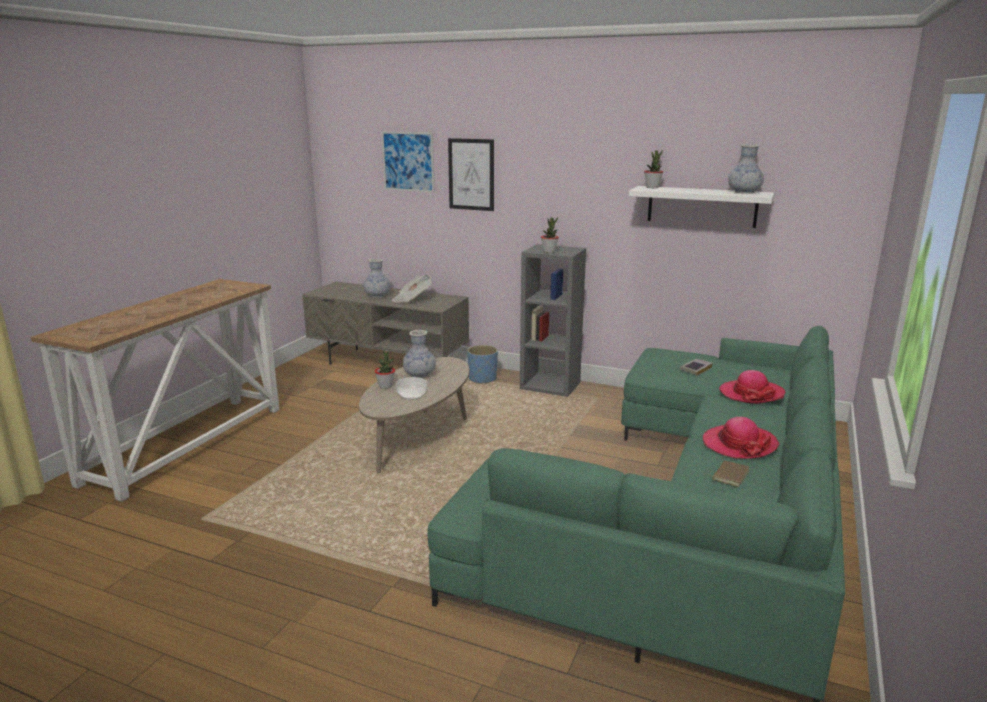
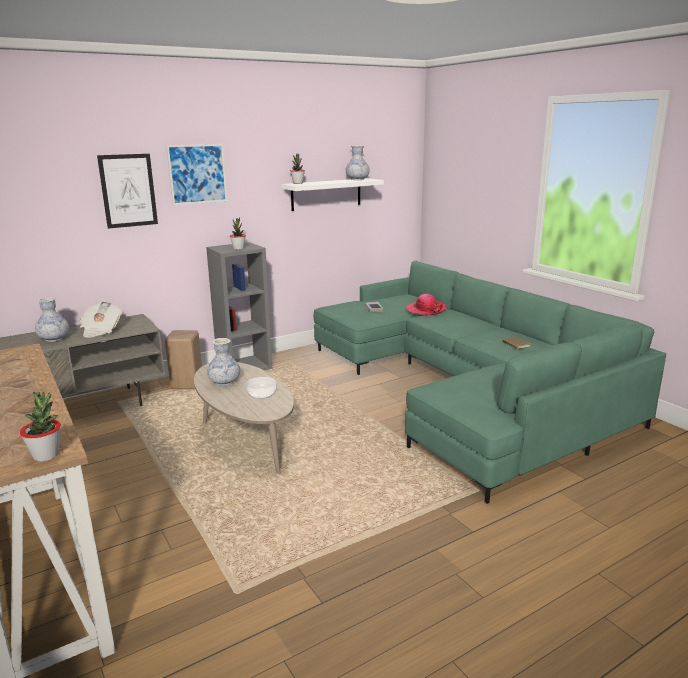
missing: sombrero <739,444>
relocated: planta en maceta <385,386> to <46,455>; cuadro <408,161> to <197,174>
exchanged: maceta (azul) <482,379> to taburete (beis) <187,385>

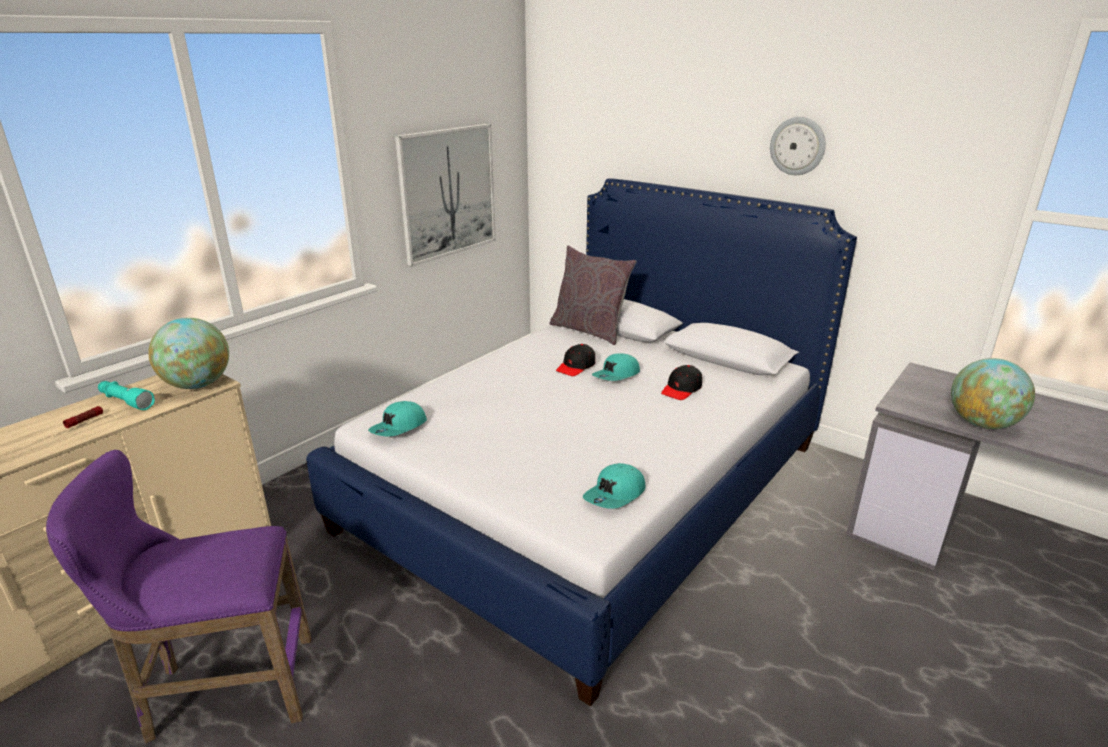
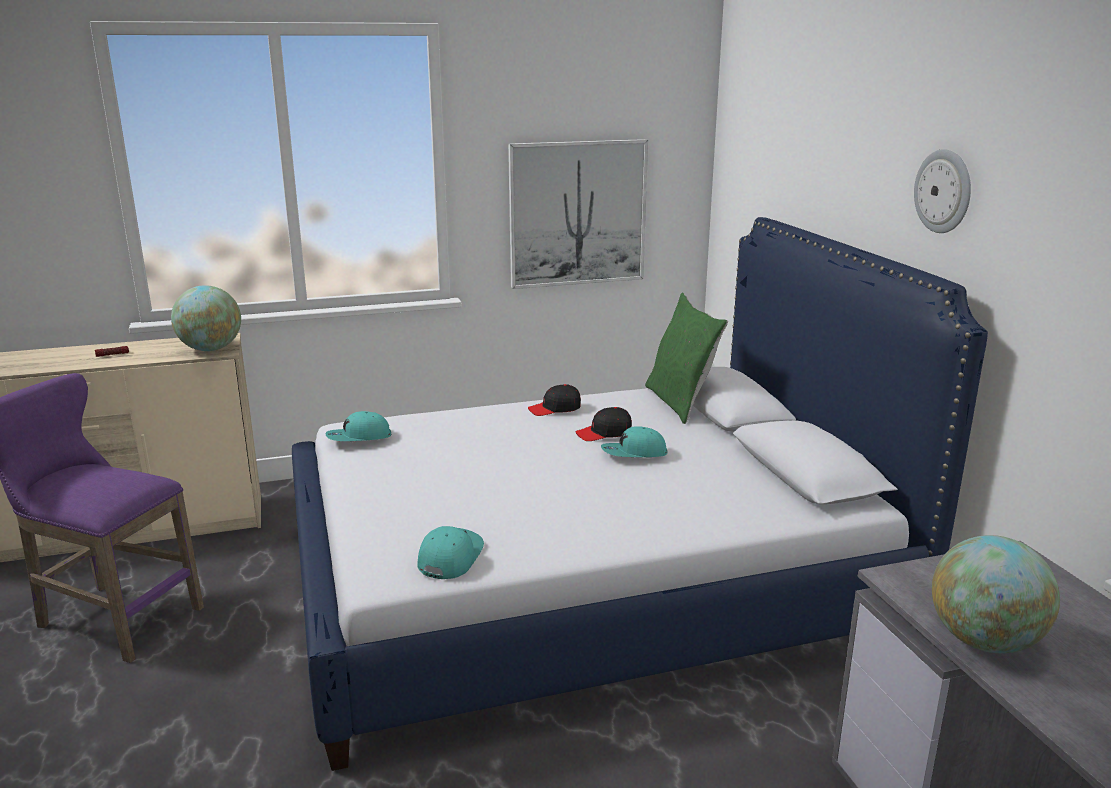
missing: linterna (turquesa) <126,401>
relocated: gorra (negro) <681,389> to <555,409>
colour: cojín (gris) <589,330> to cojín (verde) <681,402>
spun: gorra (turquesa) <615,495> = <449,557> 120 degrees clockwise

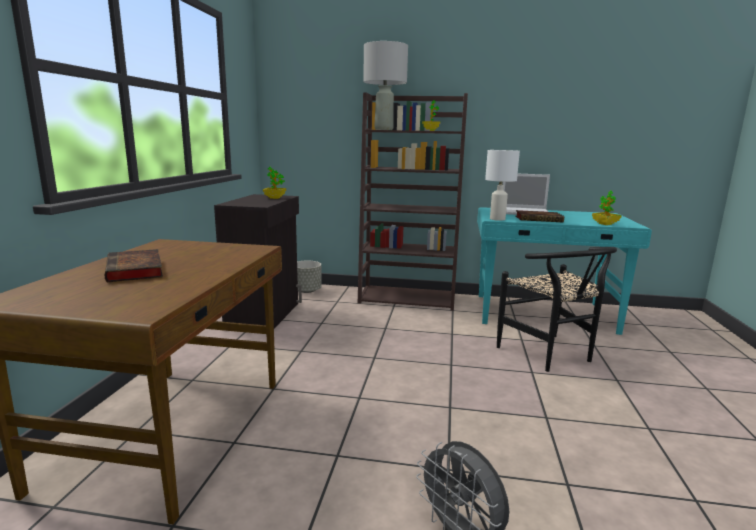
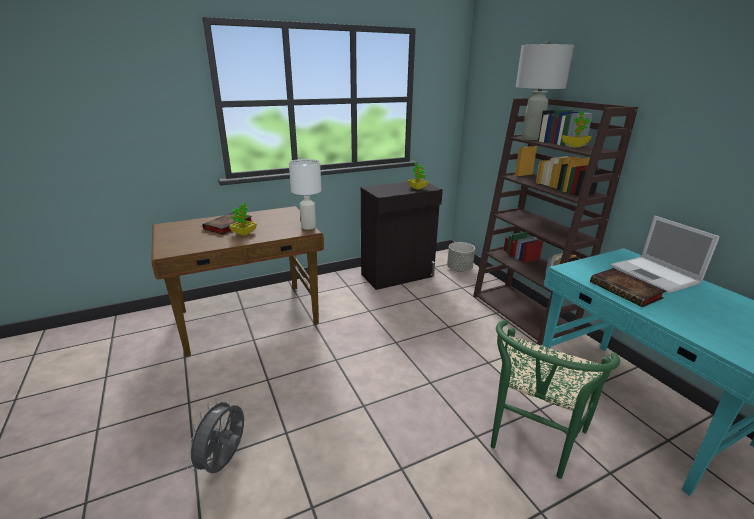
relocated: lámpara de mesa (blanco) <498,219> to <309,227>; planta en maceta <605,224> to <244,233>
colour: silla (negro) <551,355> to silla (verde) <530,441>

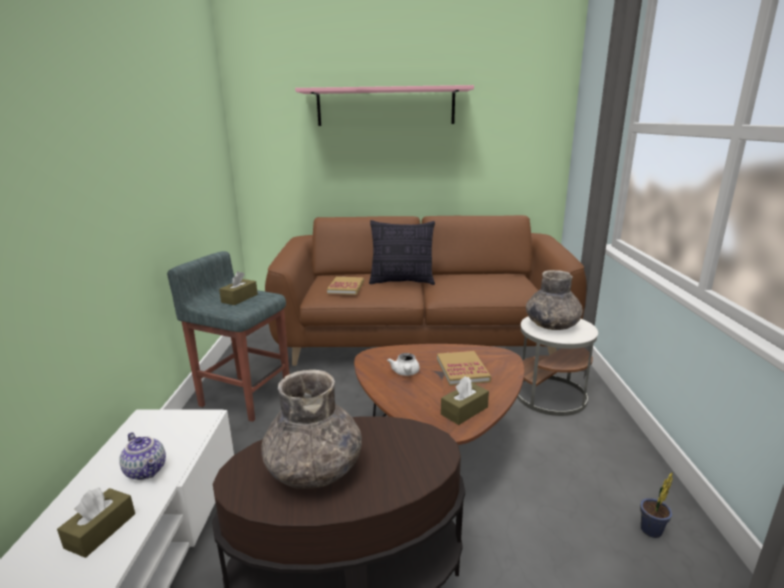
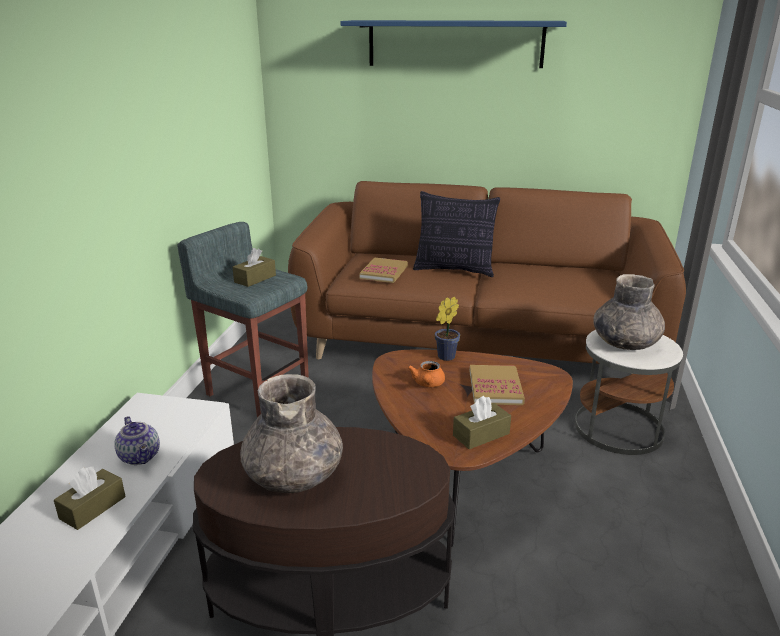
relocated: planta en maceta <650,532> to <444,357>
colour: estante (rosa) <385,107> to estante (azul) <455,44>; tetera (blanco) <405,373> to tetera (naranja) <427,384>

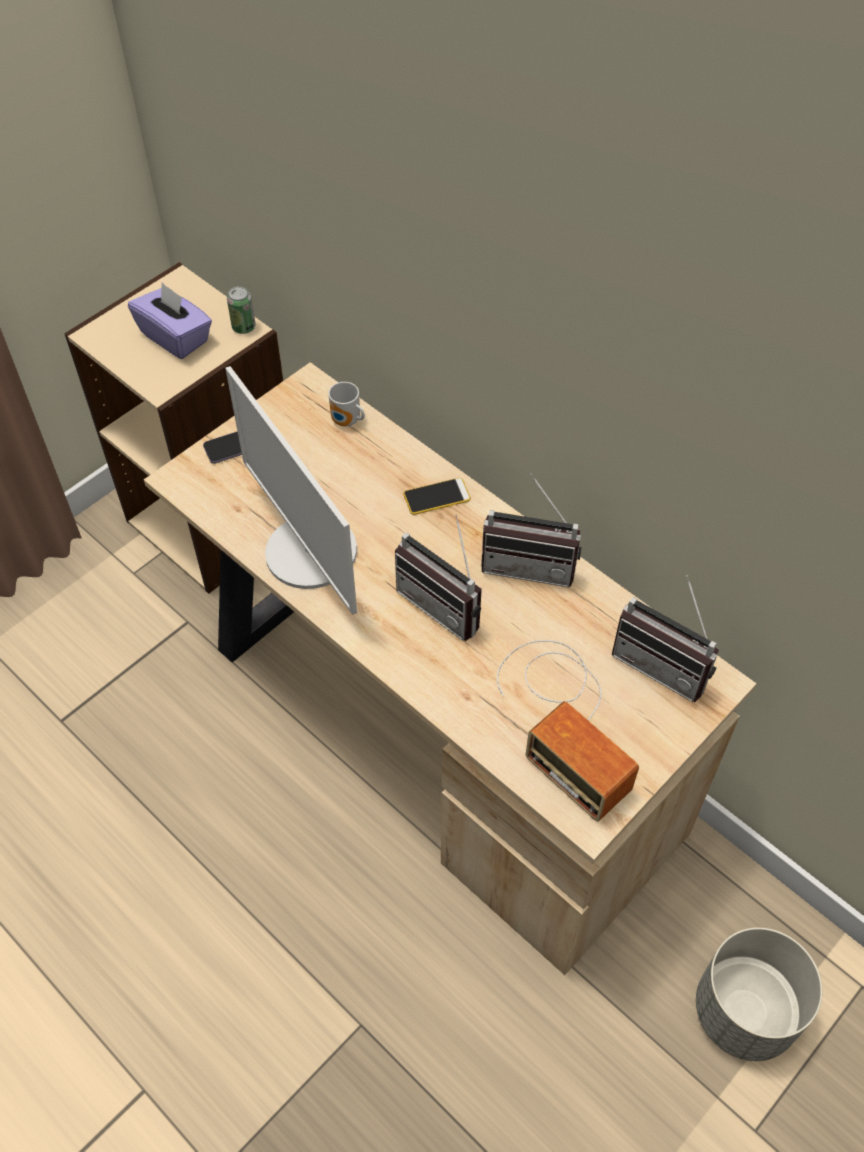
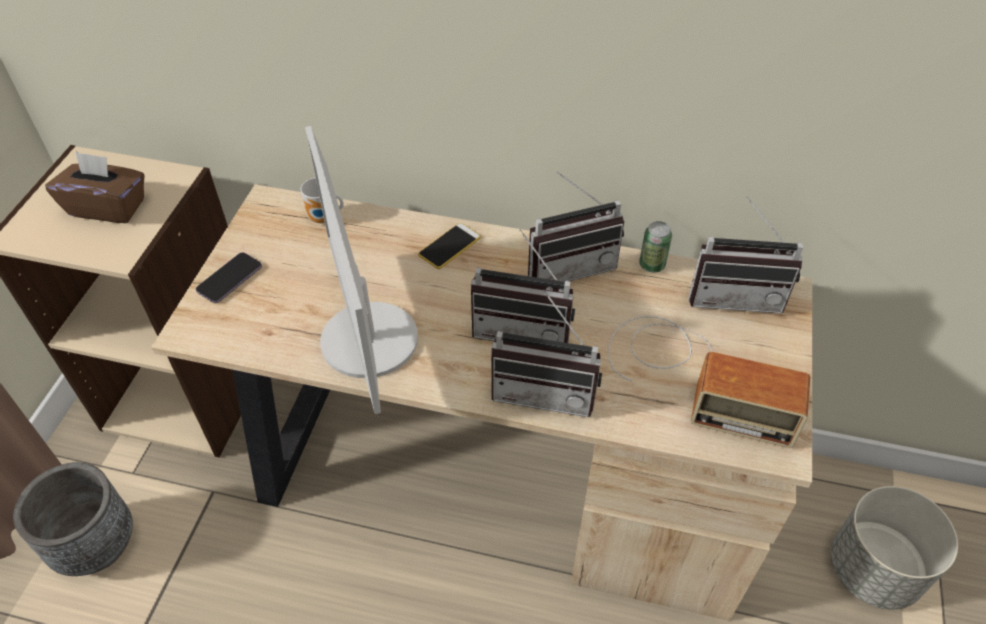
appeared: maceta (gris) <96,545>; radio <545,391>
relocated: lata <243,327> to <652,265>
colour: caja de pañuelos (morado) <175,337> to caja de pañuelos (marrón) <108,207>
spun: monitor <310,553> = <368,341> 45 degrees clockwise

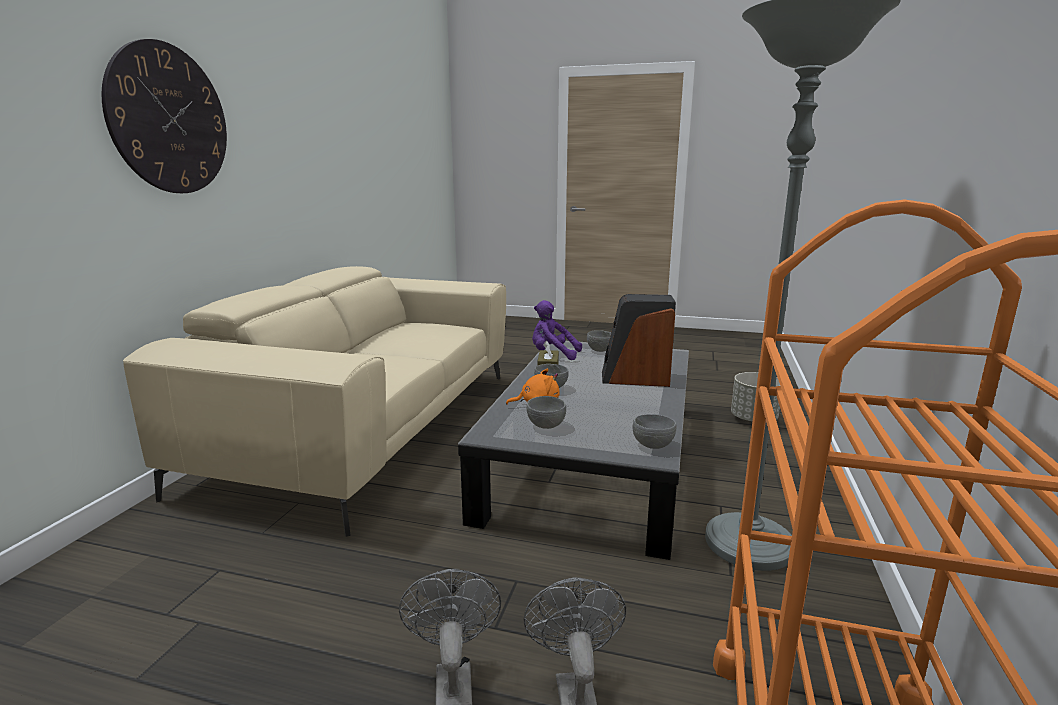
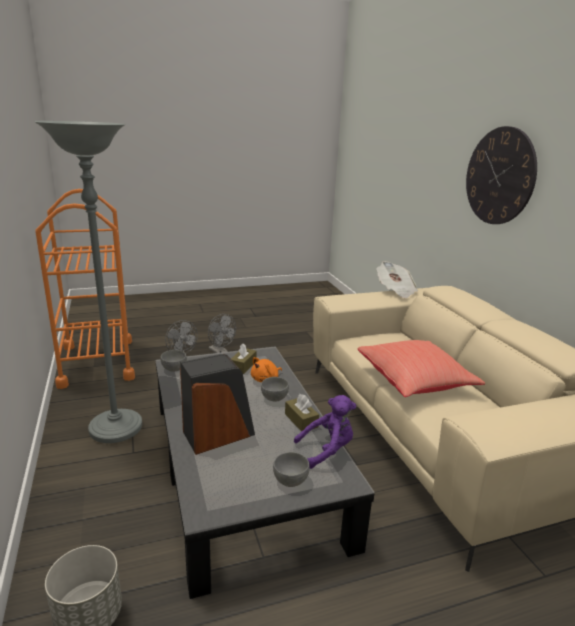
appeared: cojín (rojo) <415,382>; periódico <395,290>
exchanged: cuenco (gris) <546,426> to caja de pañuelos (marrón) <243,366>

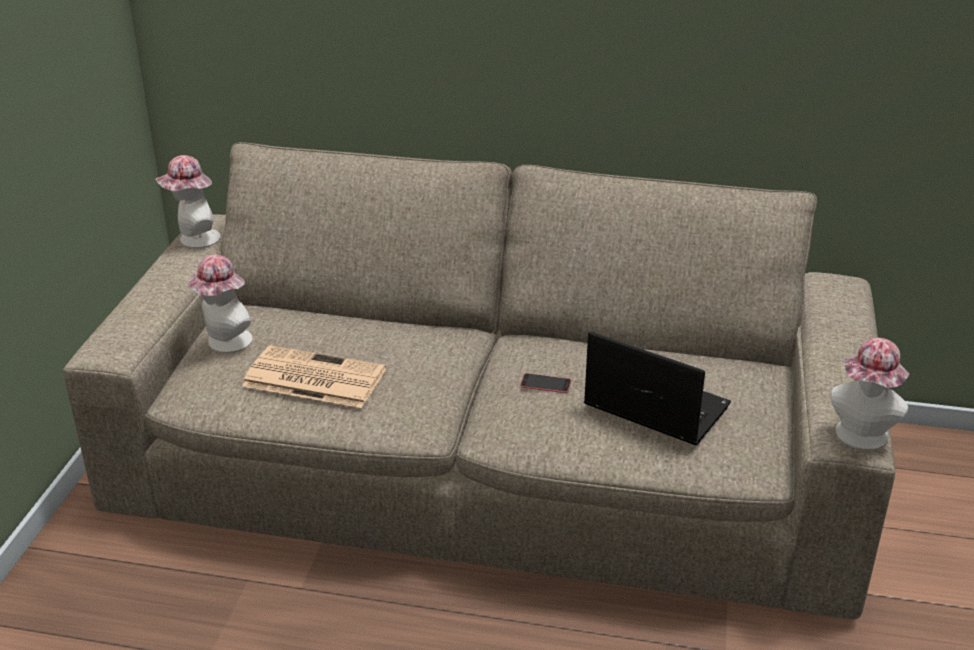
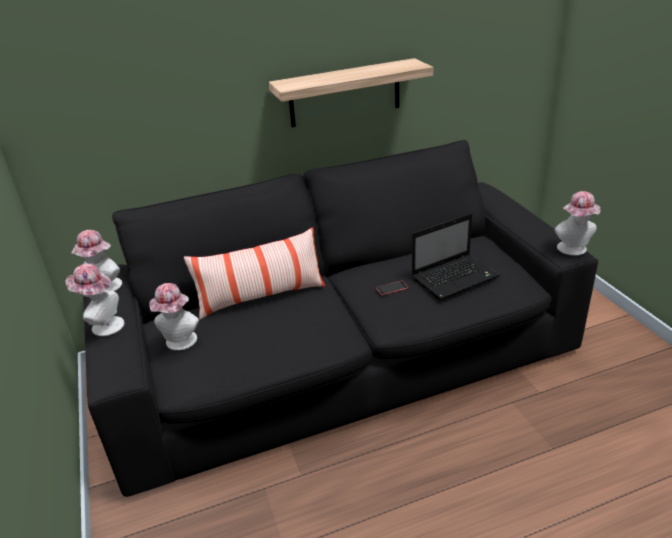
missing: periódico <312,378>
appeared: sombrero <103,326>; cojín <261,297>; estante <345,93>
colour: sofá (beis) <487,472> to sofá (negro) <342,360>
spun: portátil <653,406> = <456,277> 150 degrees clockwise

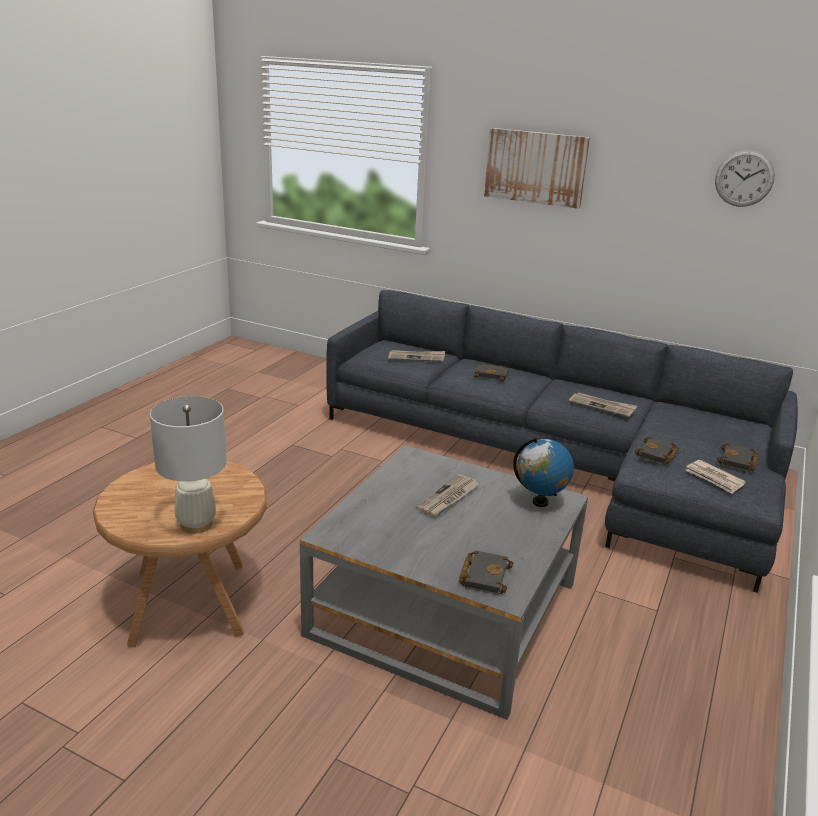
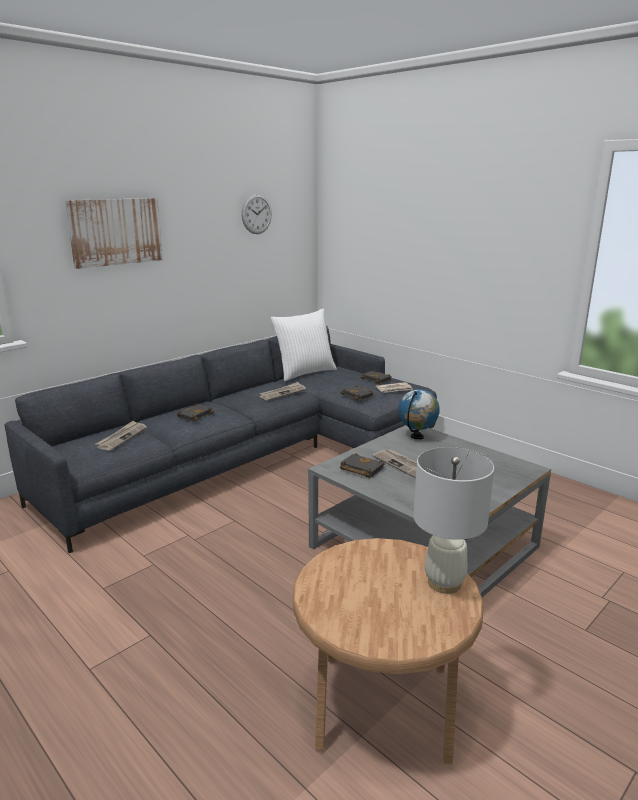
appeared: cojín (blanco) <304,373>
relocated: libro (negro) <483,575> to <360,469>

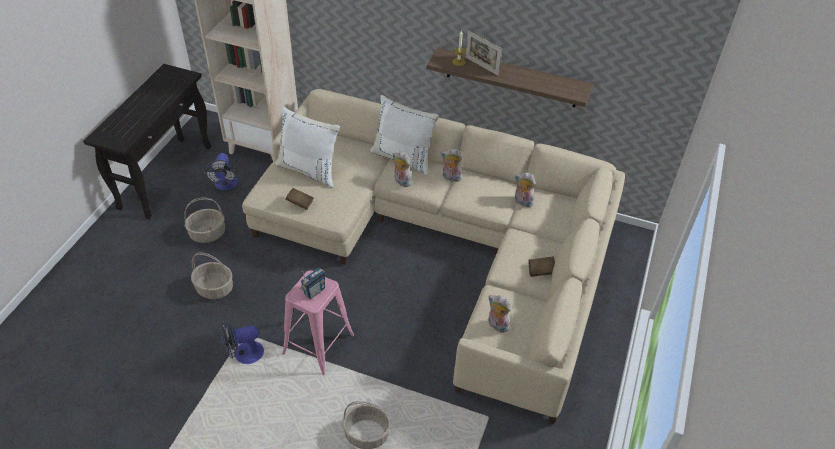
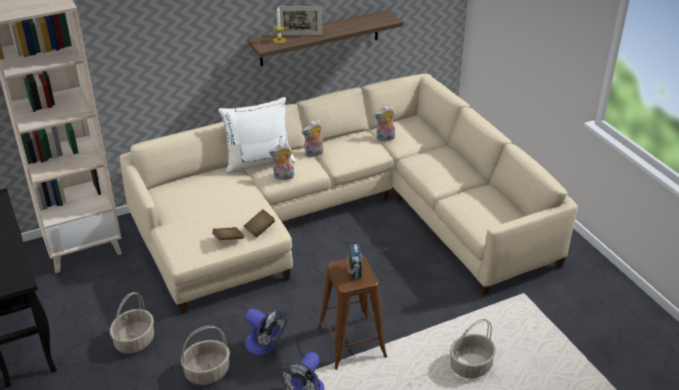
missing: cojín (blanco) <309,169>; peluche <496,325>
relocated: ventilador <225,185> to <264,346>; libro (marrón) <541,271> to <260,229>
colour: taburete (rosa) <318,344> to taburete (marrón) <351,342>

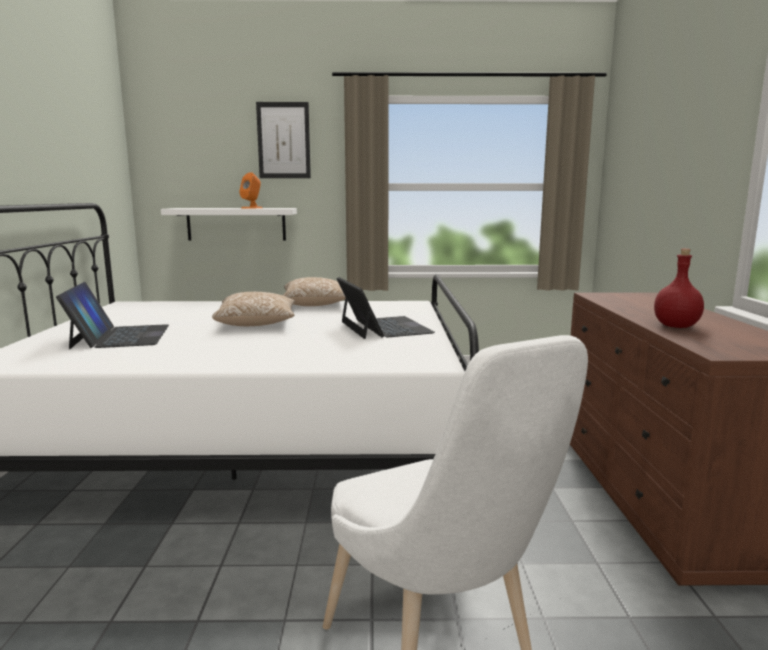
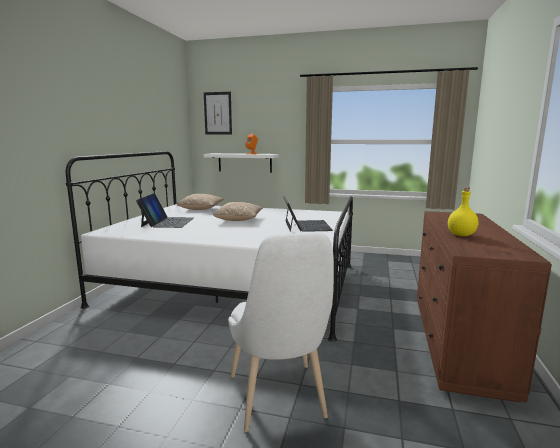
relocated: cuadro <283,140> to <218,113>; cojín <316,304> to <201,209>
colour: botella (rojo) <677,326> to botella (amarillo) <461,235>

